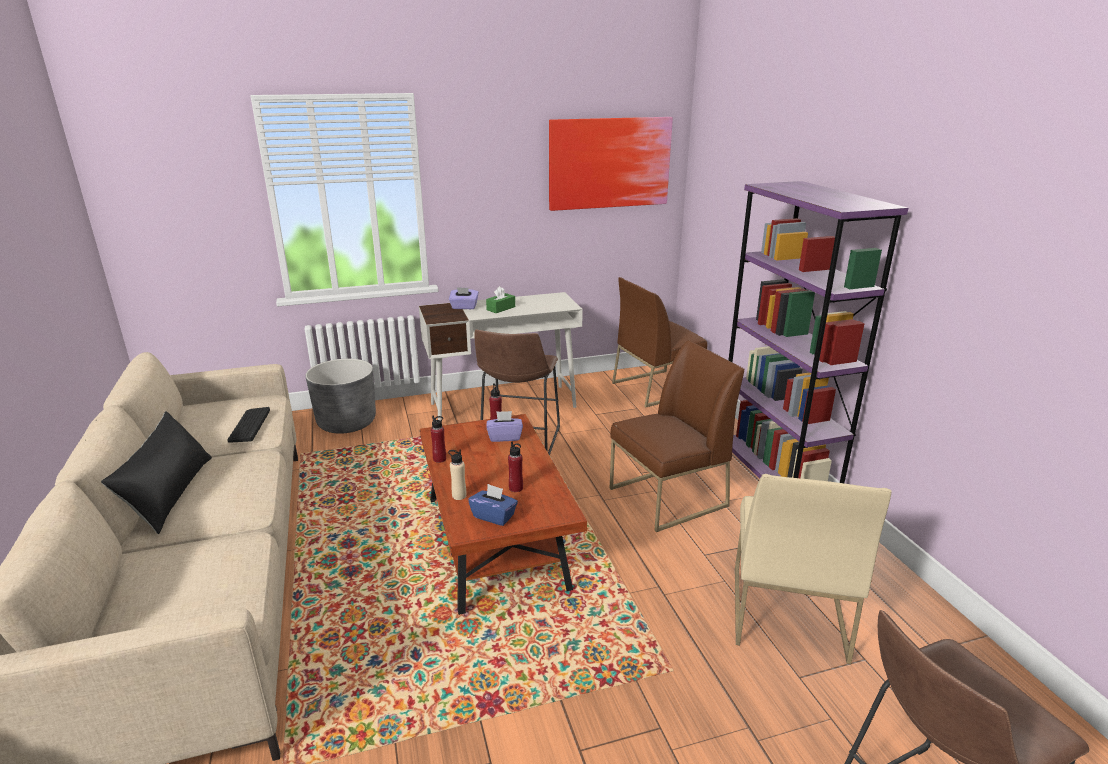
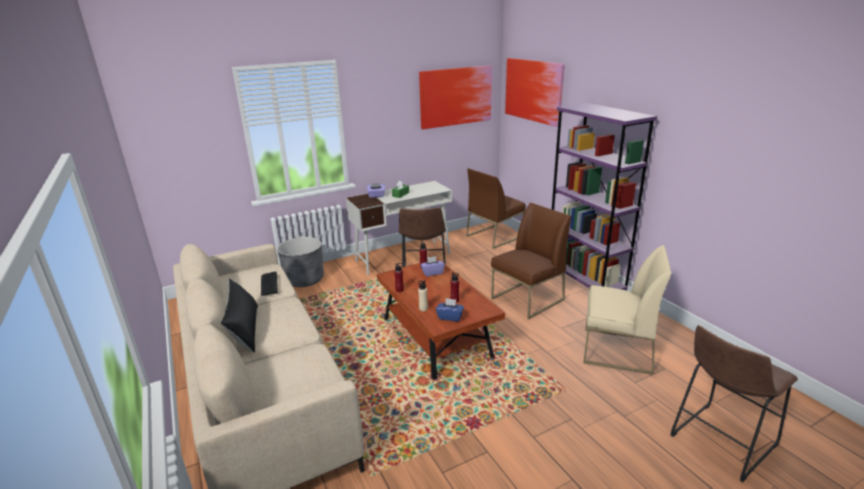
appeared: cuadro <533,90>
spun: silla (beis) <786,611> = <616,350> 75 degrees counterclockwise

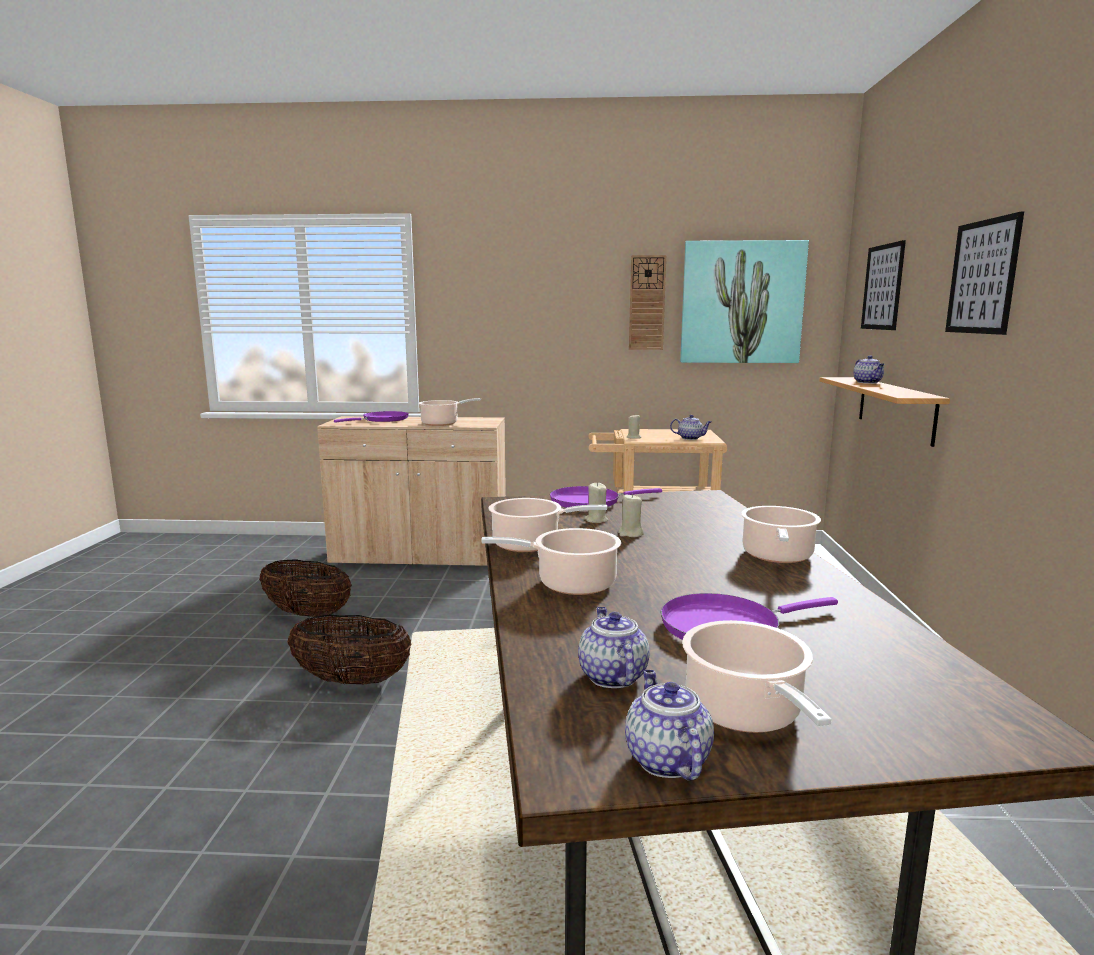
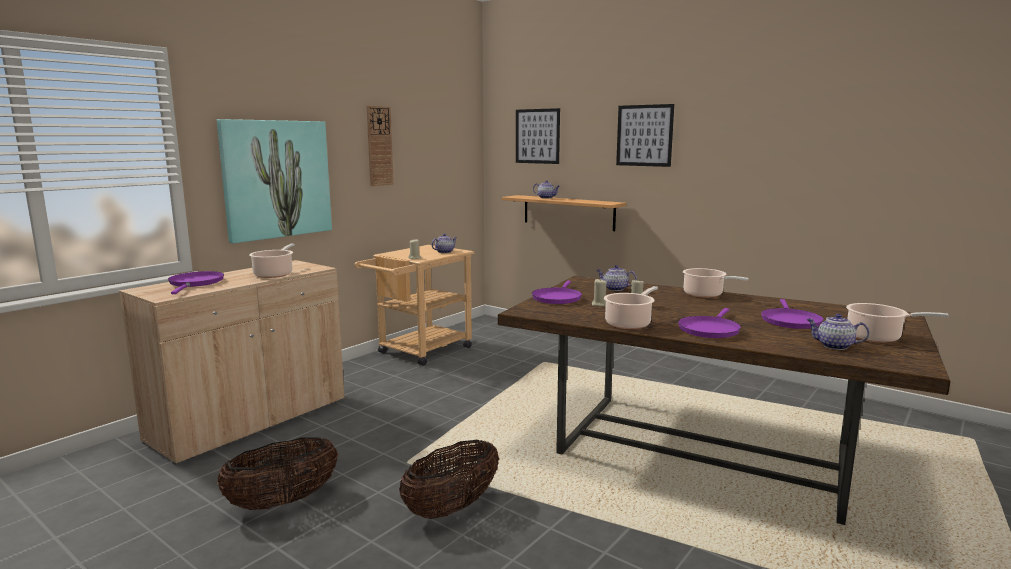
relocated: tetera <665,759> to <615,289>; cuadro <741,302> to <276,179>
exchanged: olla <571,584> to sartén (morado) <709,329>

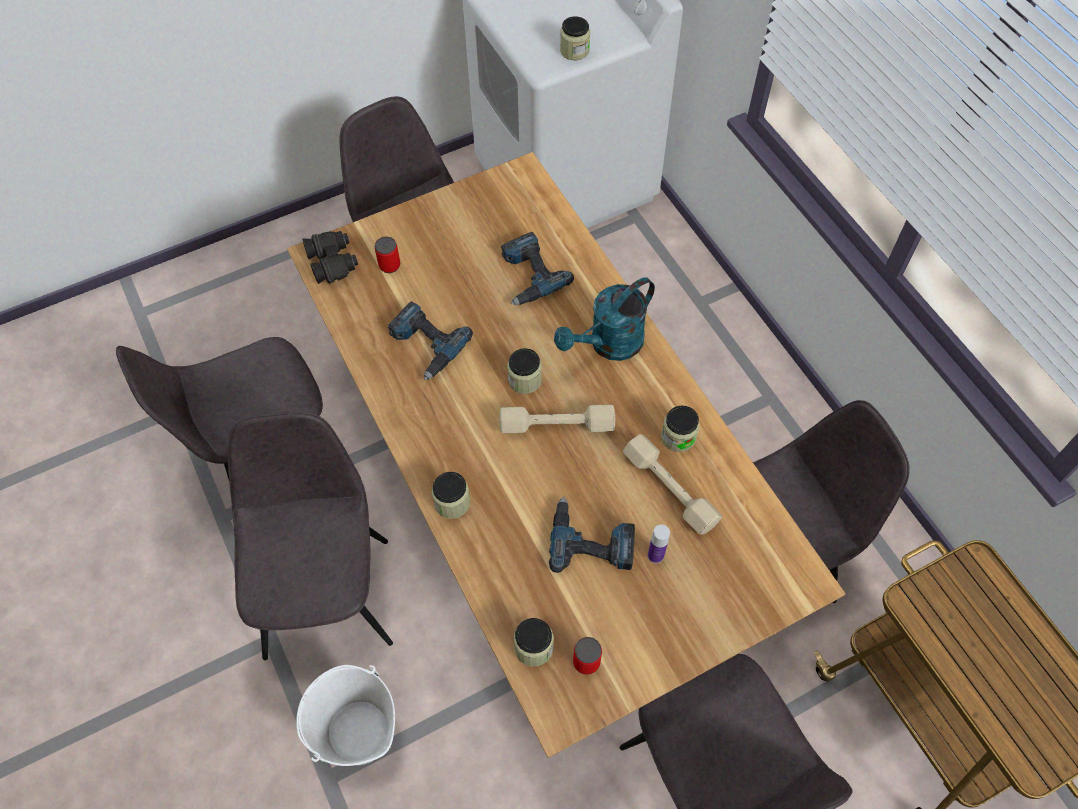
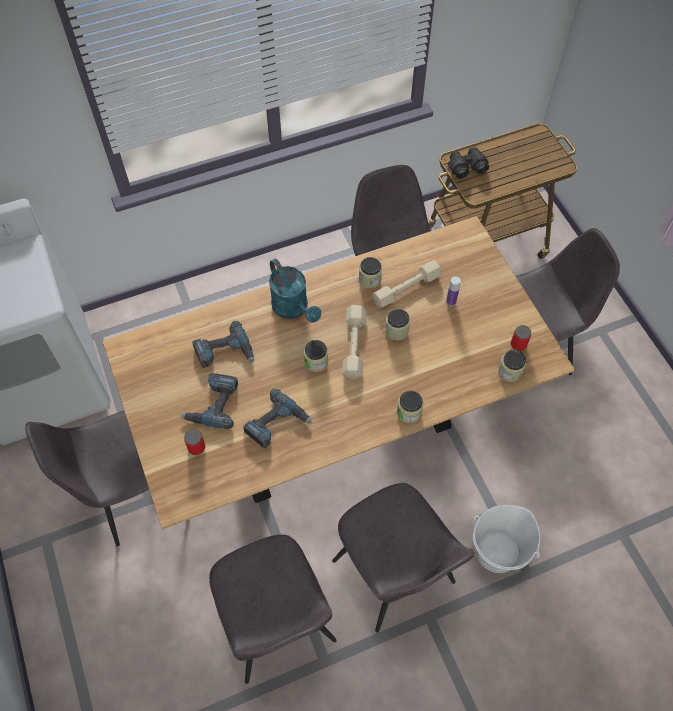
relocated: prismáticos (negro) <332,262> to <466,167>; taladro <591,540> to <213,403>; tarro <574,50> to <396,331>
spun: silla (gris) <327,593> = <395,574> 120 degrees counterclockwise

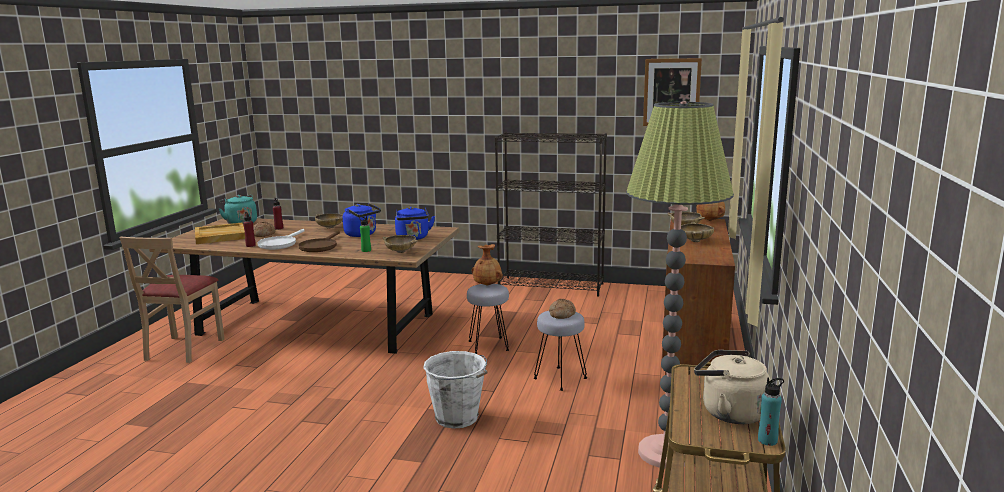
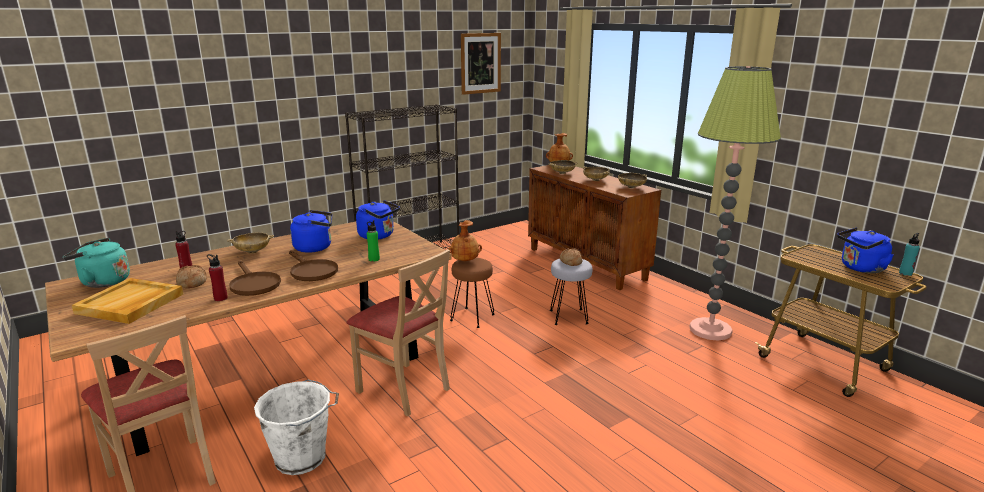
appeared: silla (beis) <404,389>
relocated: cuenco (beis) <401,252> to <631,187>; cubo (blanco) <458,418> to <303,458>
colour: sartén (blanco) <280,244> to sartén (marrón) <253,284>; taburete (gris) <489,345> to taburete (marrón) <472,317>; hervidor (beis) <729,412> to hervidor (azul) <860,268>

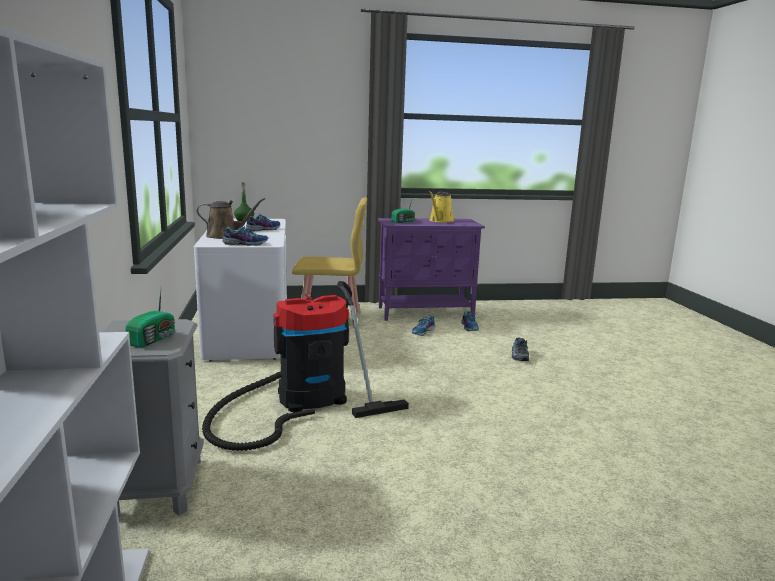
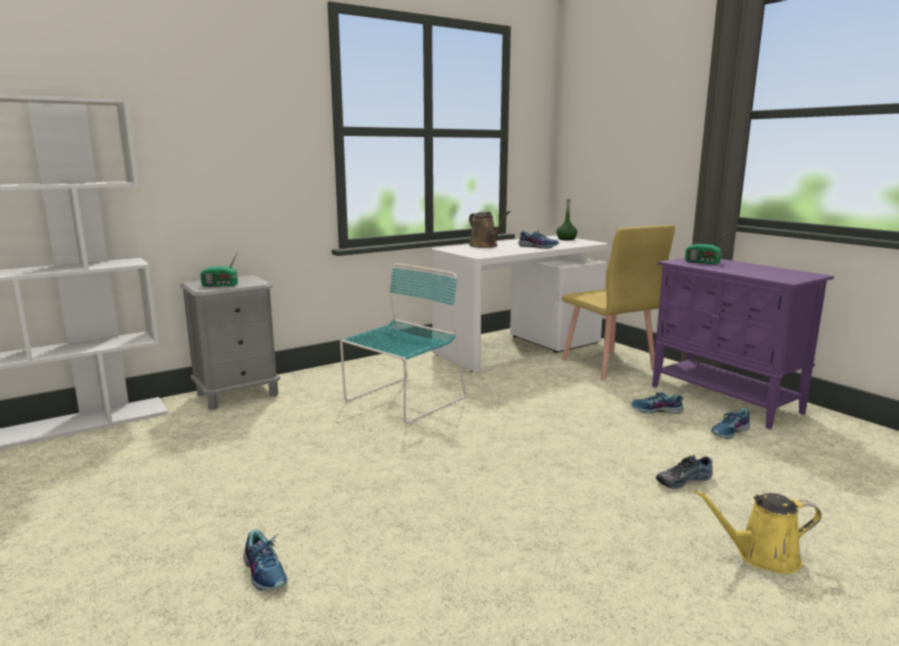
relocated: zapato <245,243> to <265,571>; regadera (amarillo) <440,221> to <761,556>
exchanged: aspiradora <304,400> to silla (turquesa) <402,400>

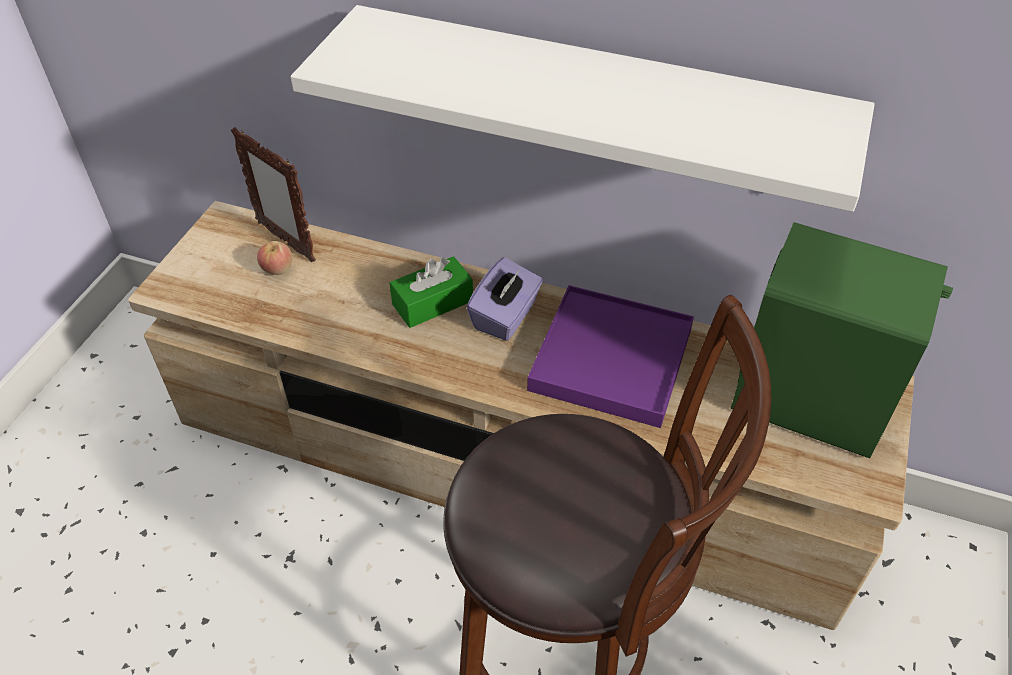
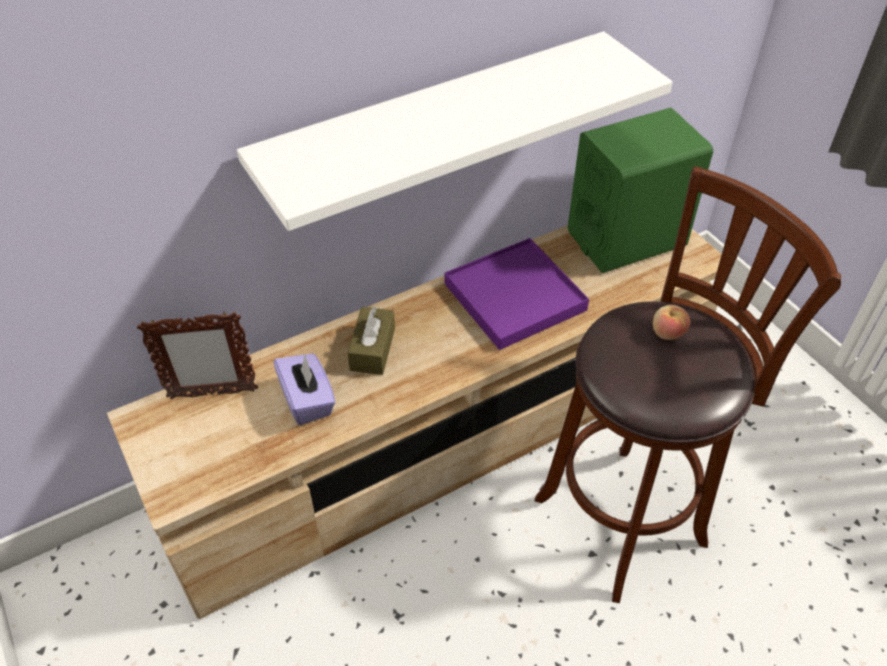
relocated: manzana <277,269> to <667,333>; caja de pañuelos (morado) <506,316> to <308,400>
colour: caja de pañuelos (verde) <432,302> to caja de pañuelos (marrón) <372,349>

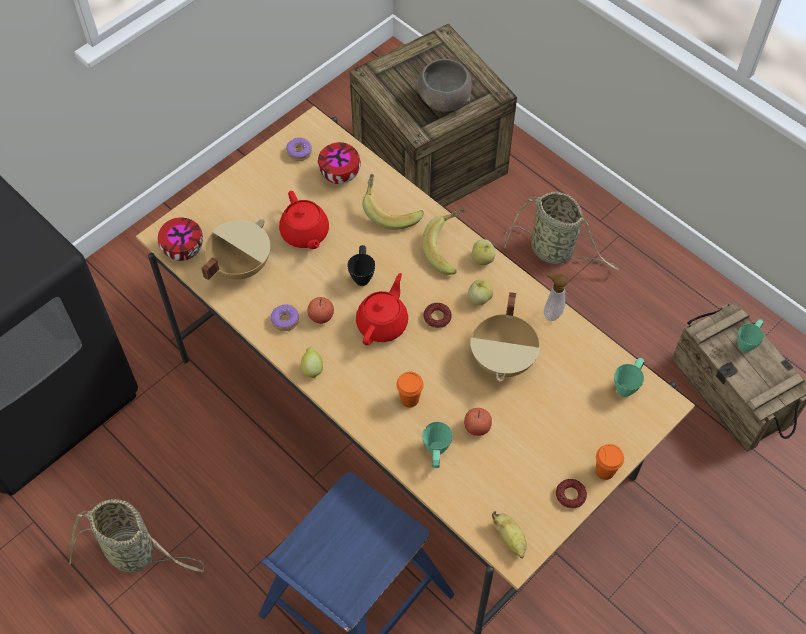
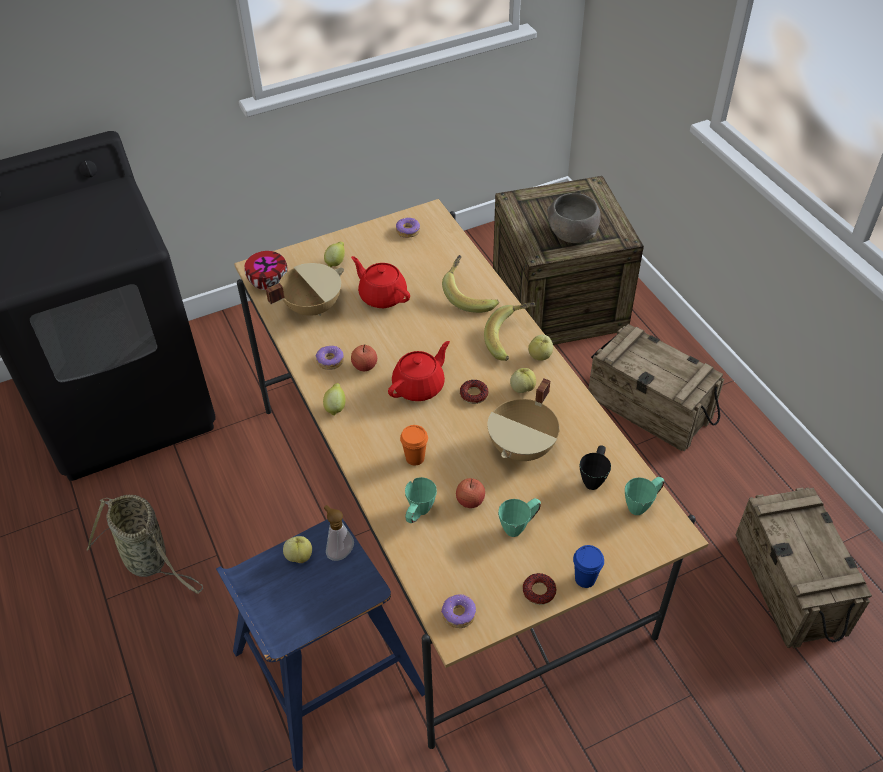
missing: cuenco <340,176>
appeared: manzana <299,556>; limón <336,262>
relocated: taza grande (negro) <362,274> to <594,478>; dispensador de jabón <551,312> to <339,552>; taza grande (verde) <747,342> to <519,526>
exchanged: plátano <510,539> to rosquilla <458,614>; cesta <554,251> to caja de embalaje <649,407>
colour: taza (naranja) <605,471> to taza (azul) <585,579>
spun: tetera (rojo) <305,234> = <382,296> 135 degrees clockwise

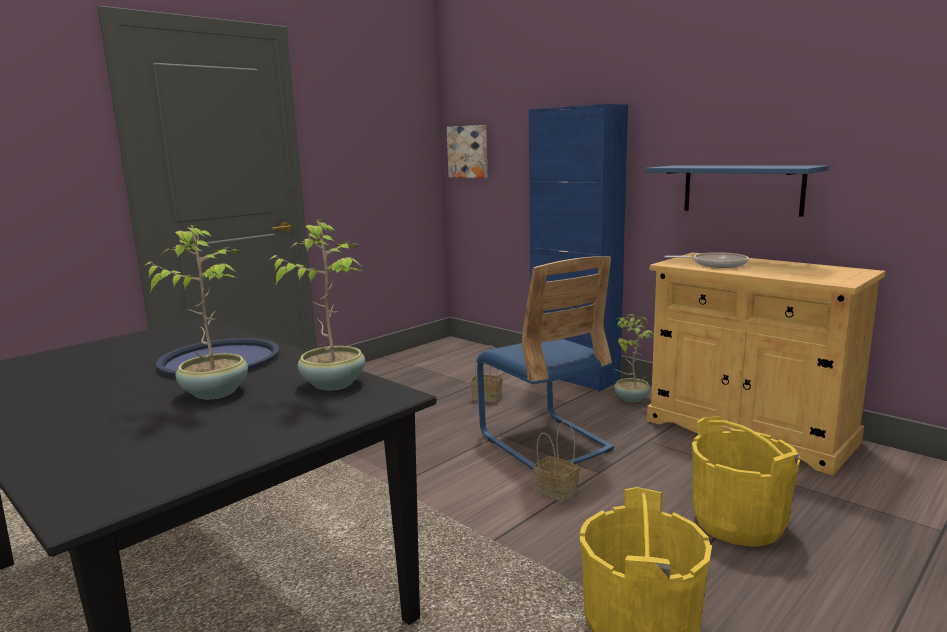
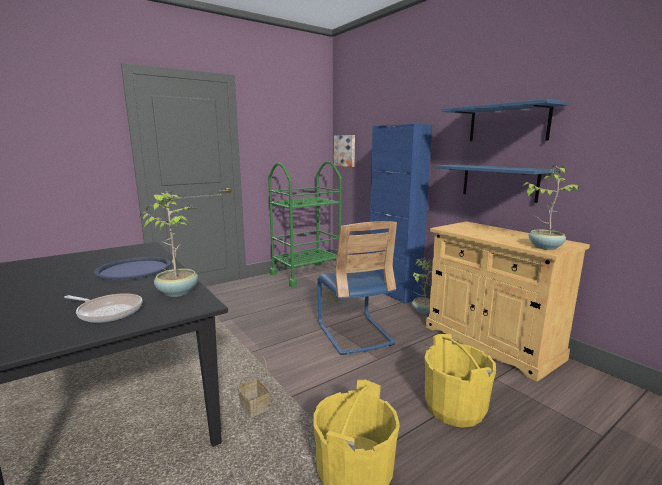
appeared: carrito (verde) <306,274>; estante (azul) <508,123>
relocated: planta en maceta <215,391> to <544,247>; cesta <554,491> to <253,407>; sartén <716,264> to <108,311>

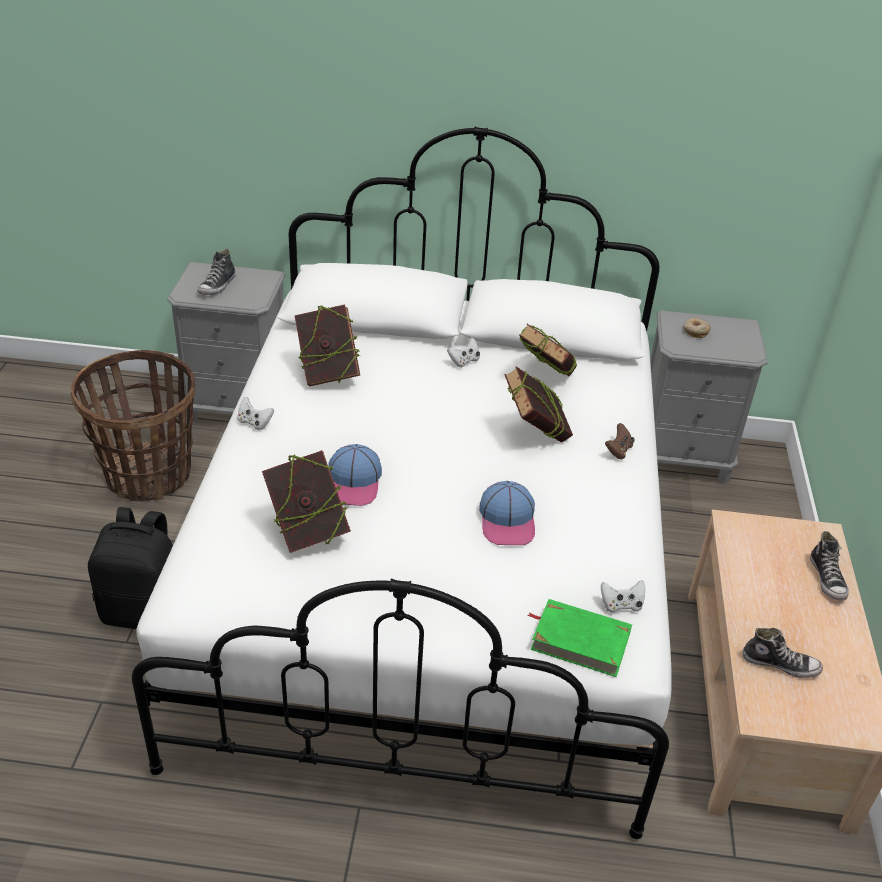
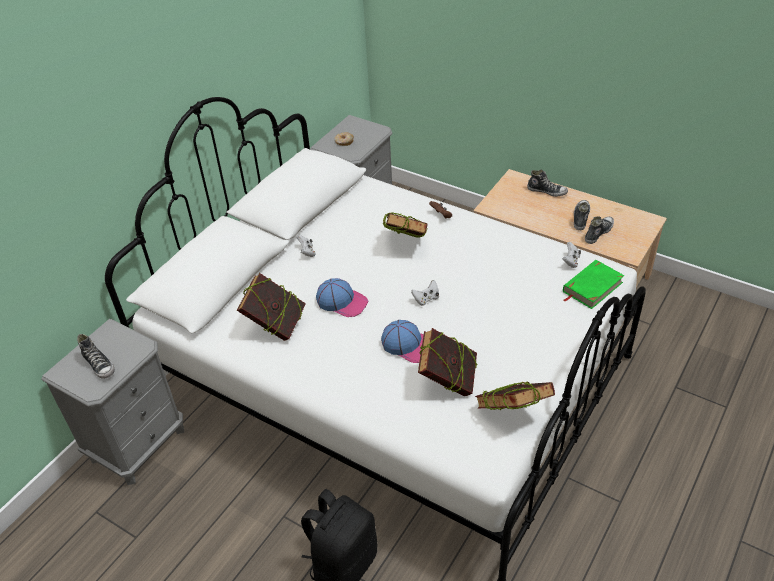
missing: cesta <148,474>
appeared: zapato <580,218>
relocated: mando de consola (blanco) <254,423> to <426,299>; gorra <507,521> to <342,302>; libro <544,379> to <512,415>

